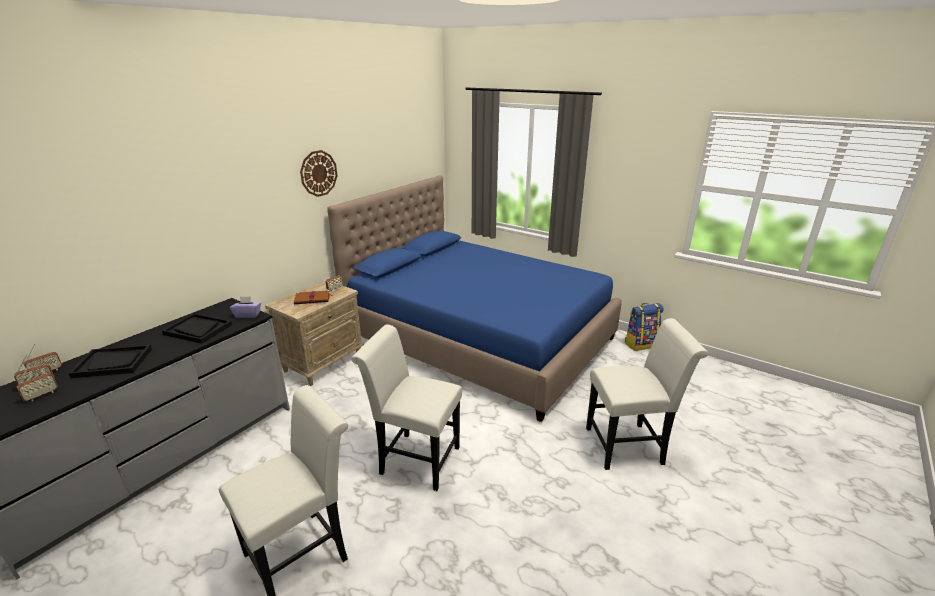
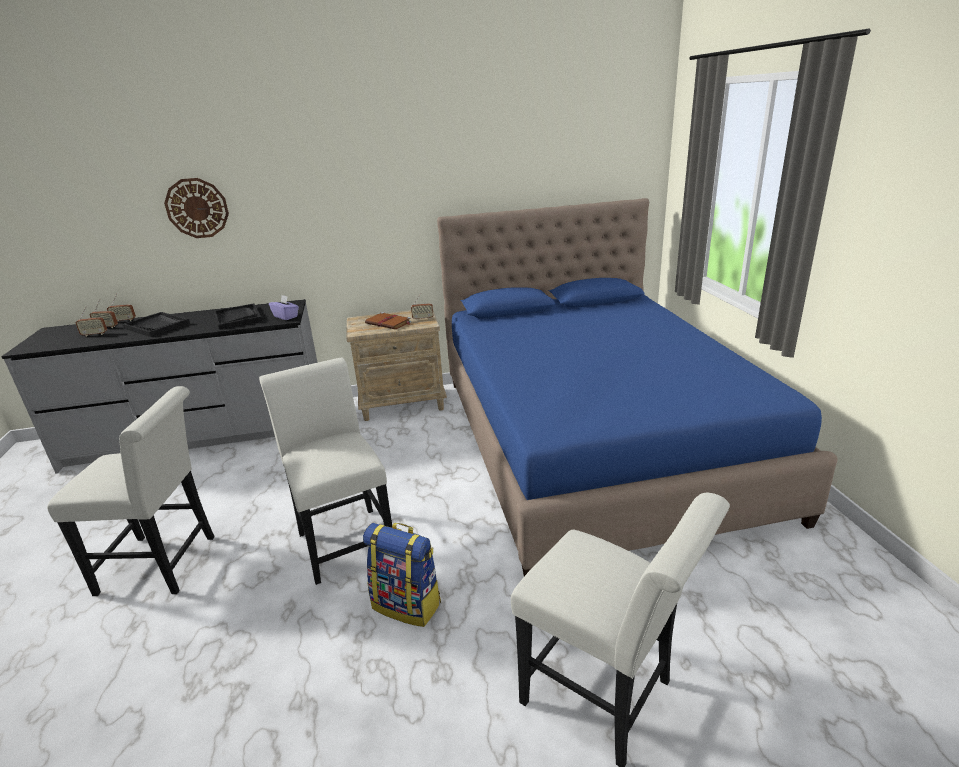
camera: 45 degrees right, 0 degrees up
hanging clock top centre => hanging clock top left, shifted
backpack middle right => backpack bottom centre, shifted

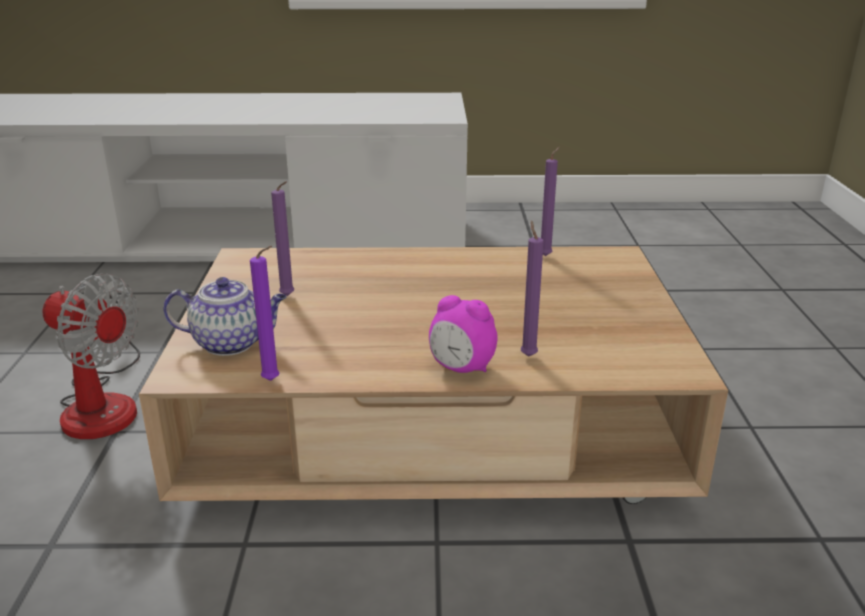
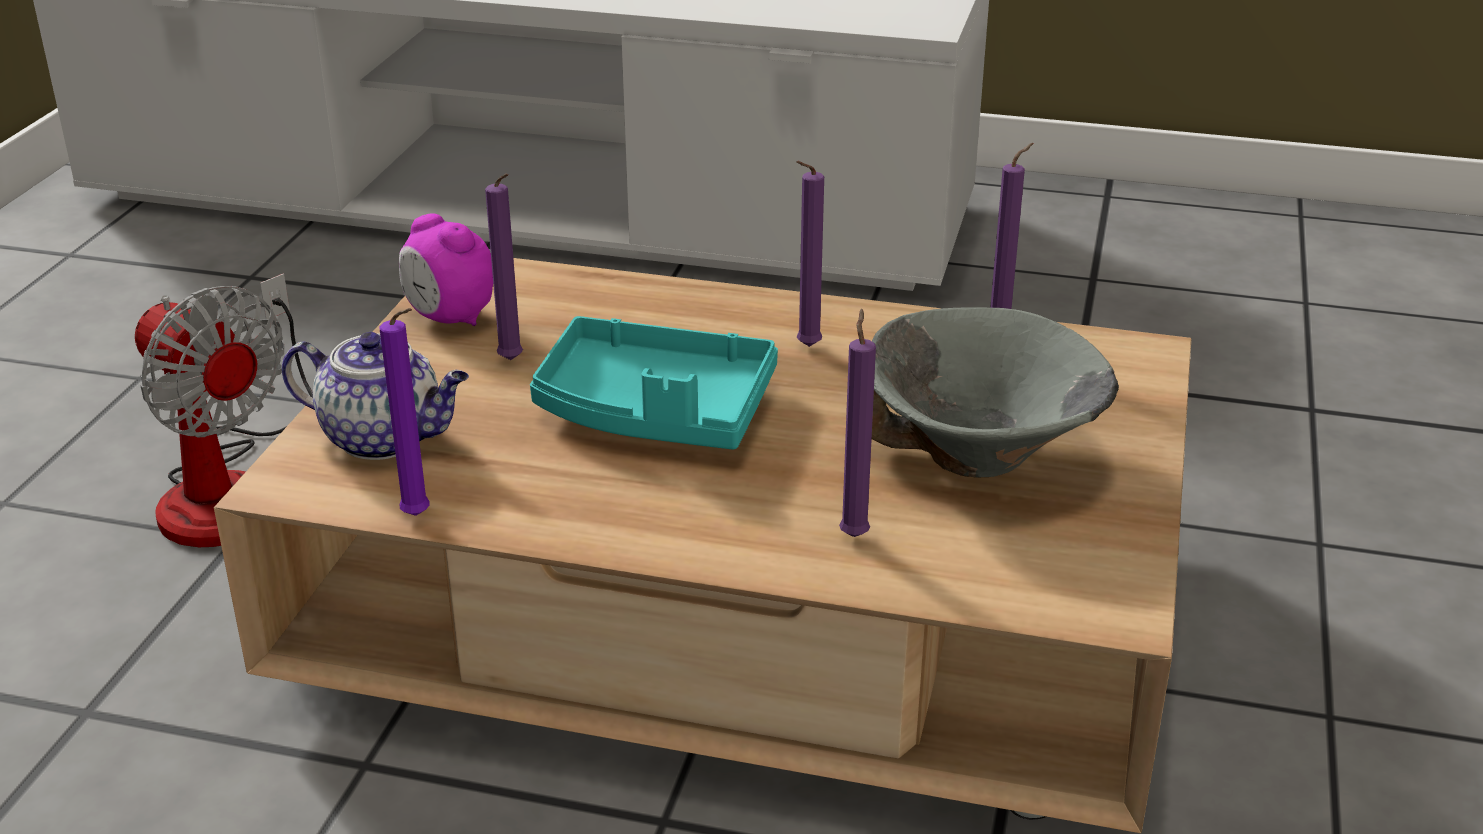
camera: 15 degrees right, 5 degrees up
nothing => blue-green serving tray centre
nothing => purplish candle (no. 3 from left) top centre
nothing => grey deep dish middle right
bedside clock centre => bedside clock top left, shifted

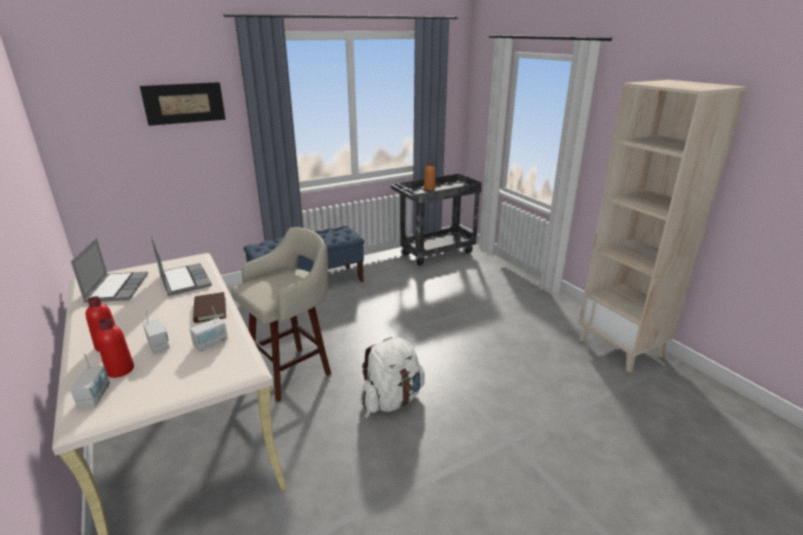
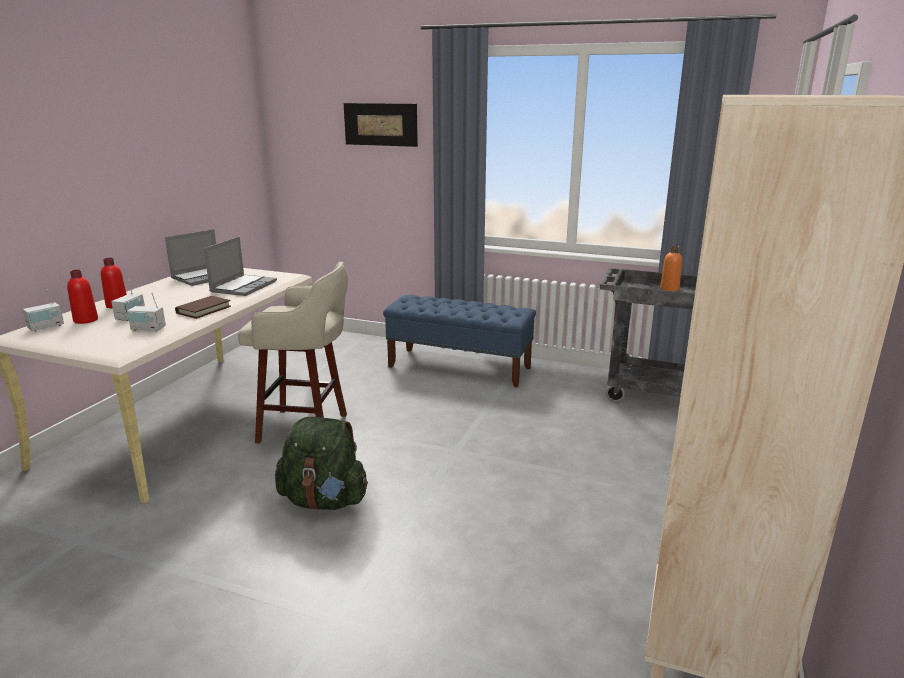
camera: 50 degrees right, 5 degrees down
white-coloured backpack bottom centre => greenish backpack bottom centre

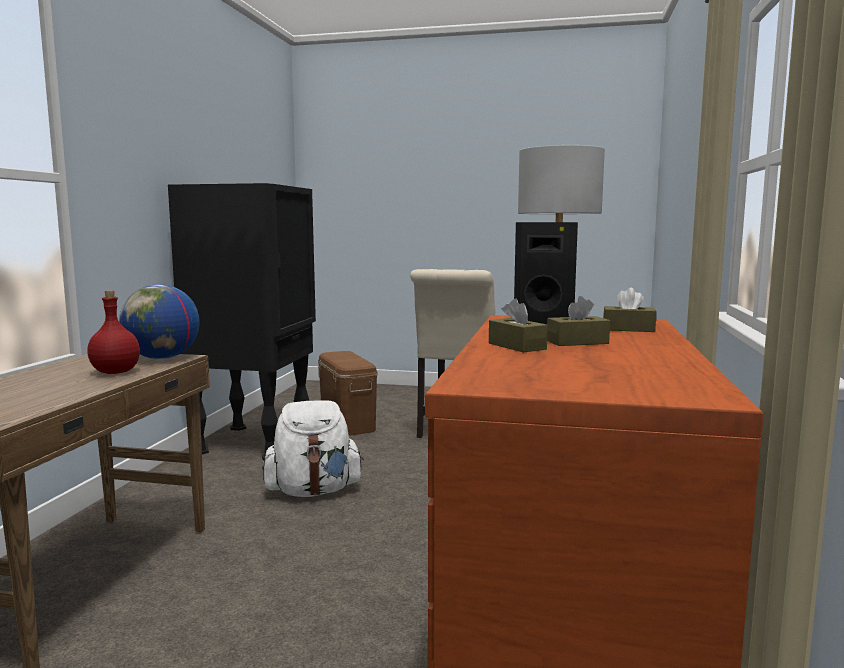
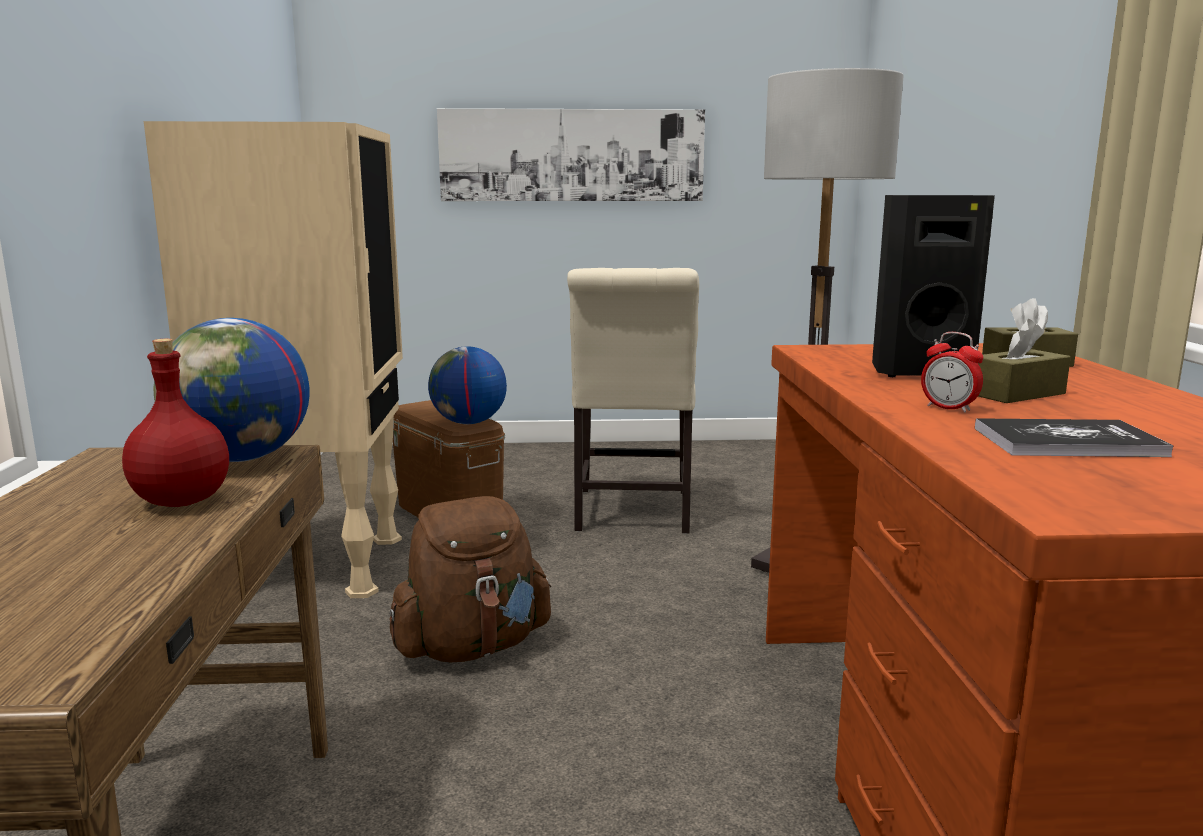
camera: 15 degrees left, 5 degrees up
nothing => world globe (no. 2 from left) centre
nothing => picture top centre
nothing => book middle right
brownish tissue box (no. 1 from left) centre => bedside clock middle right
black cupboard middle left => beige-coloured cupboard middle left
white-coloured backpack bottom centre => brownish backpack bottom centre

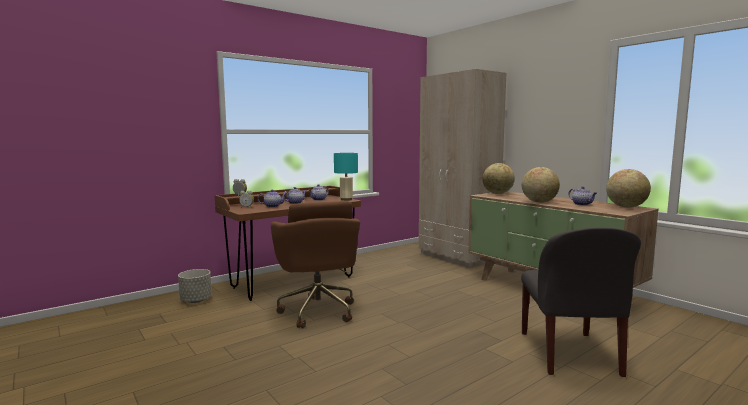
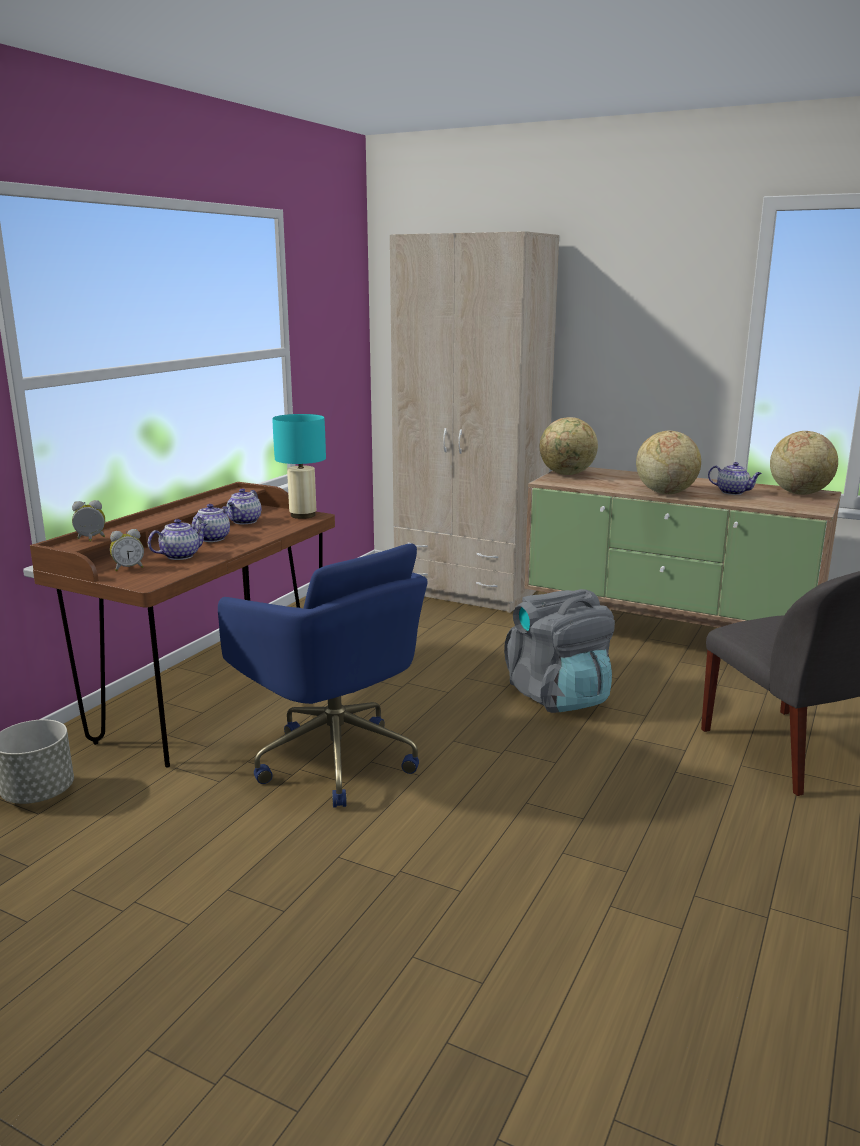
camera: 25 degrees left, 10 degrees up
nothing => grey backpack centre
brownish desk chair centre => blue desk chair centre

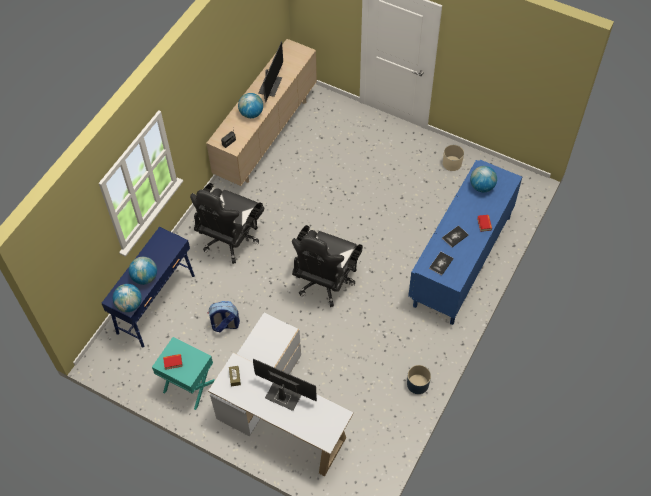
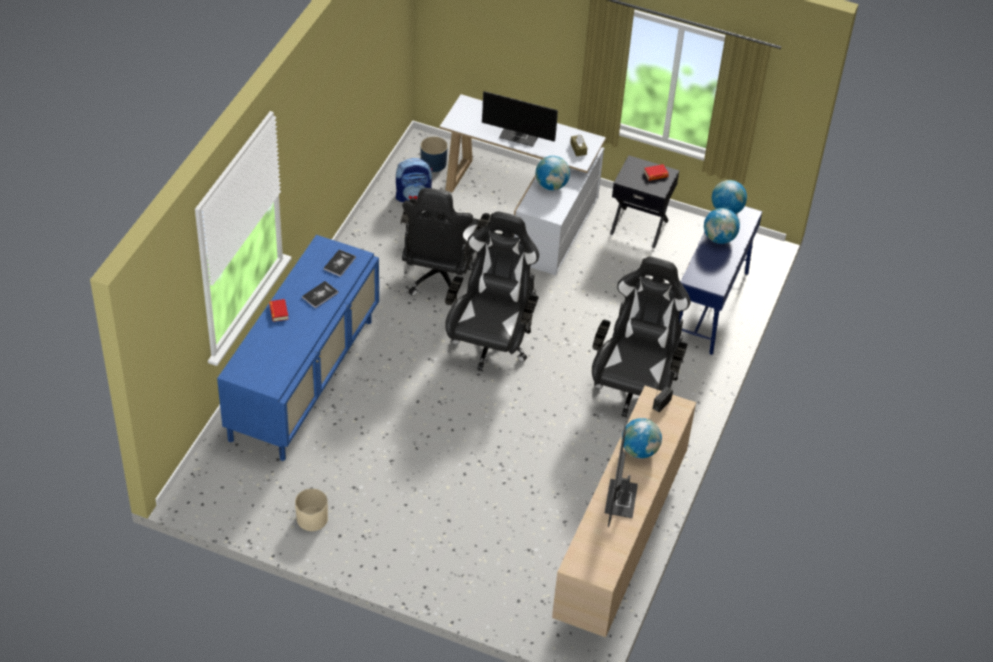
camera: 170 degrees right, 10 degrees down
nothing => black desk chair (no. 1 from left) centre
backpack centre => backpack top centre, shifted
blue plant pot bottom centre => blue plant pot top centre, shifted
world globe (no. 4 from left in the first image) middle right => world globe (no. 1 from left) top centre, shifted
blue-green night table bottom left => black night table top centre

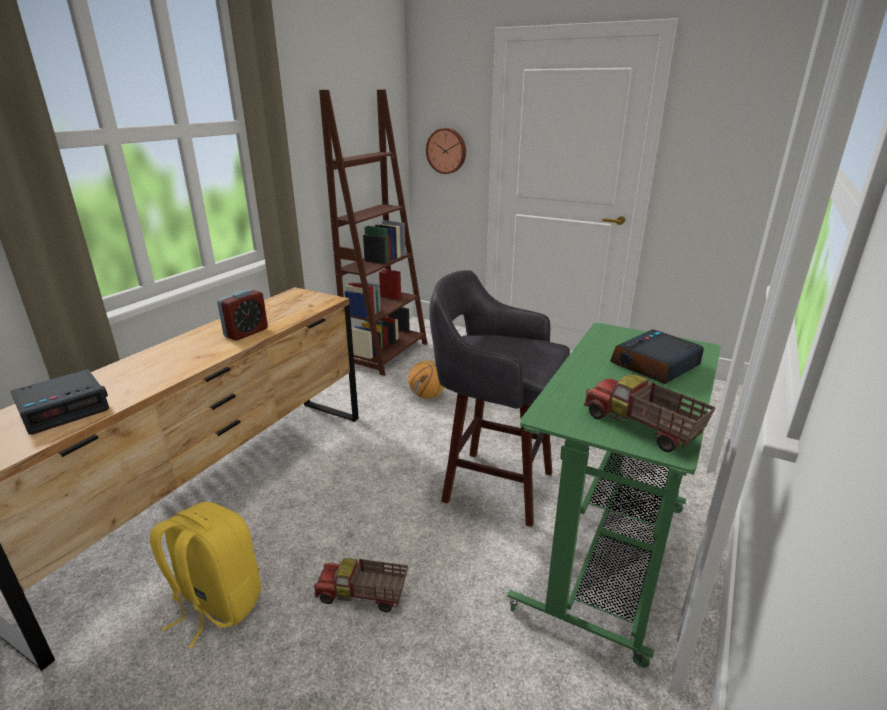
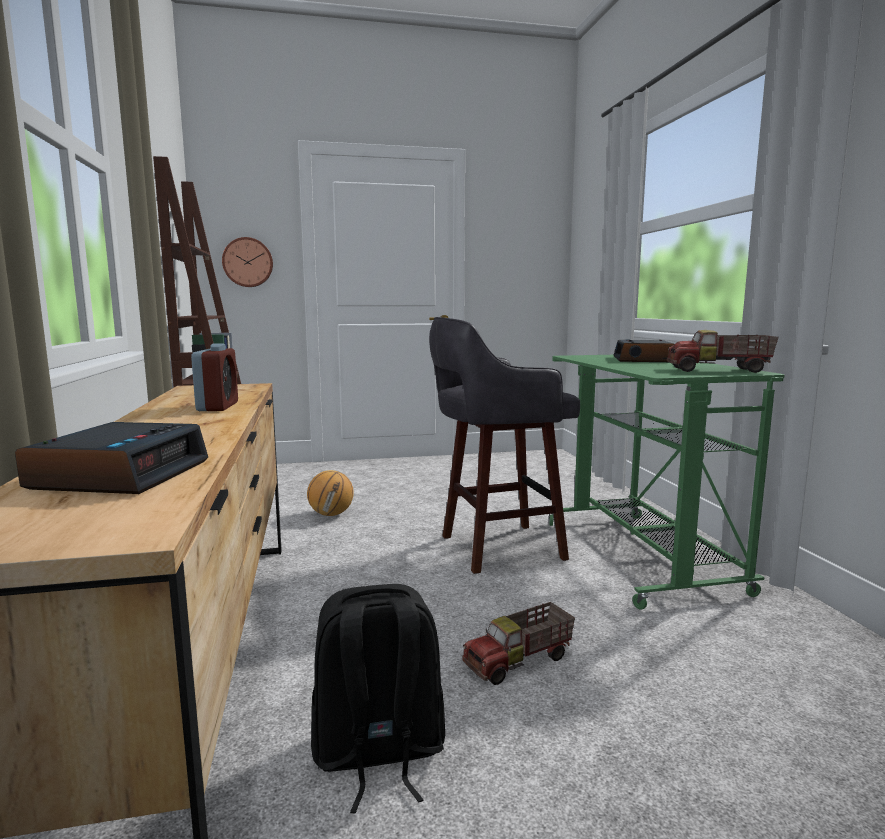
camera: 40 degrees left, 15 degrees down
yellow backpack bottom left => black backpack bottom centre

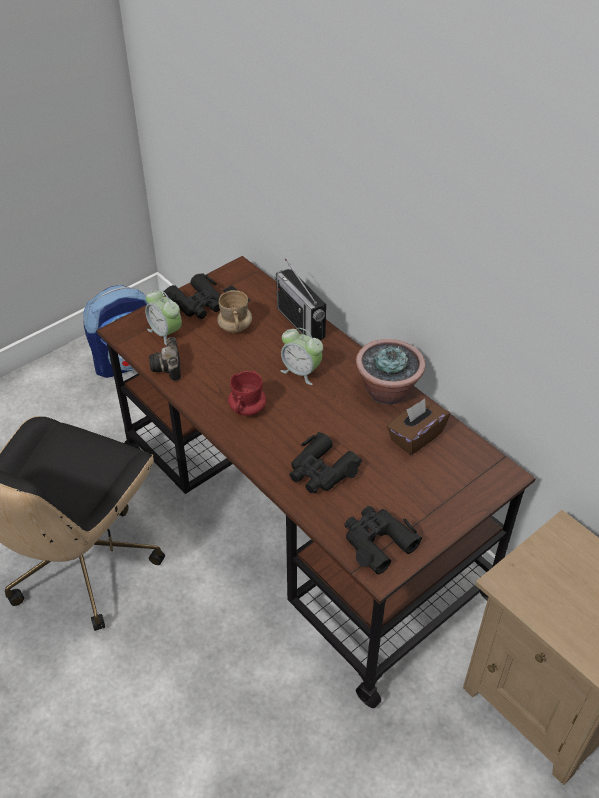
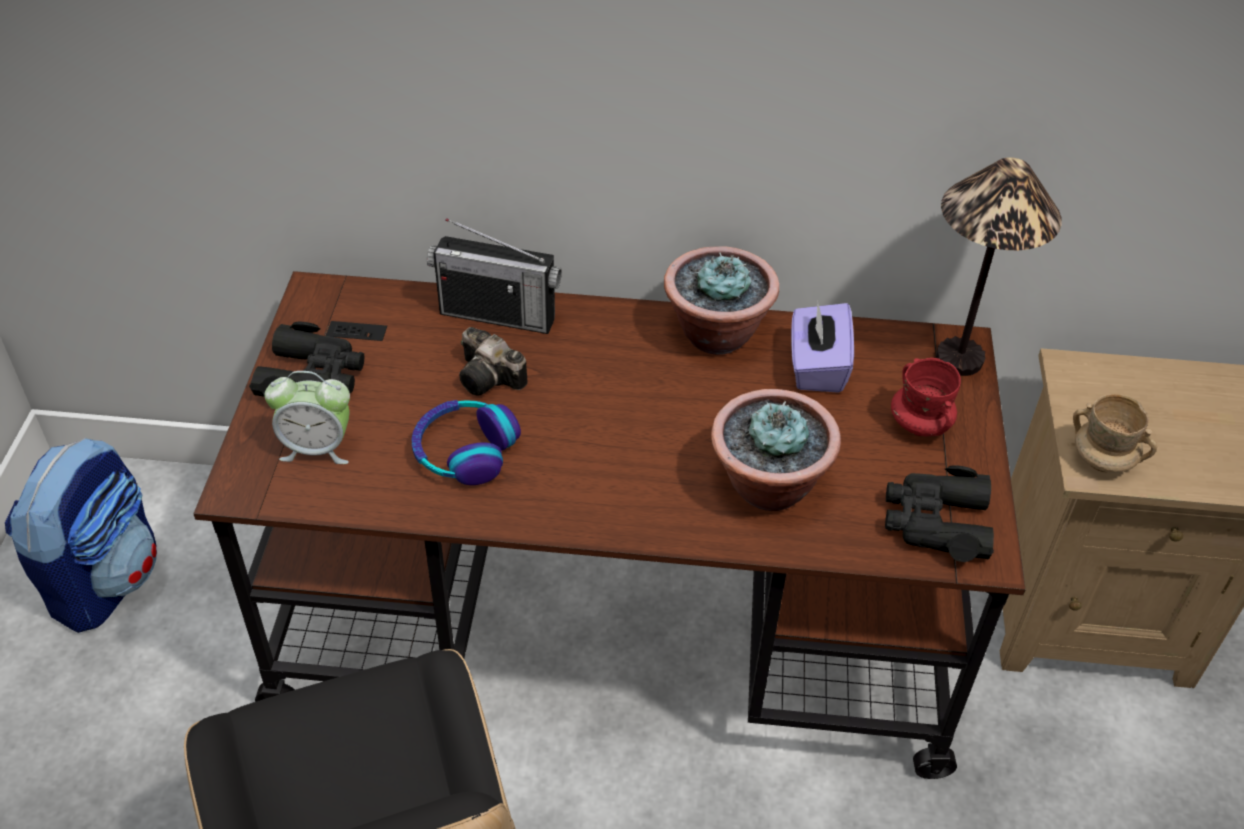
camera: 45 degrees left, 0 degrees up
bedside clock (no. 2 from left) centre => nothing
nothing => headset centre
nothing => lamp for a table top right
still camera middle left => still camera centre, shifted
beige-coloured coffee mug centre => beige-coloured coffee mug middle right, shifted
red coffee mug centre => red coffee mug middle right, shifted
black field glasses (no. 2 from left) centre => houseplant (no. 2 from left) centre
brownish tissue box middle right => purplish tissue box centre

